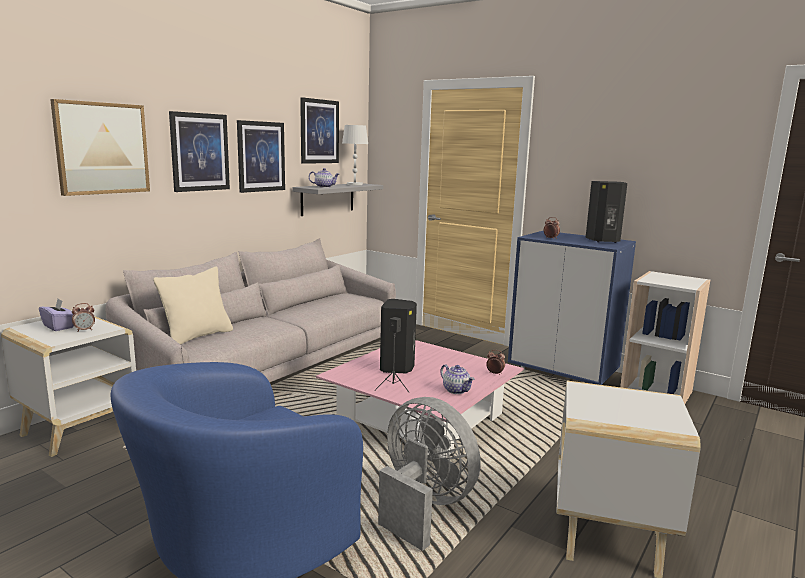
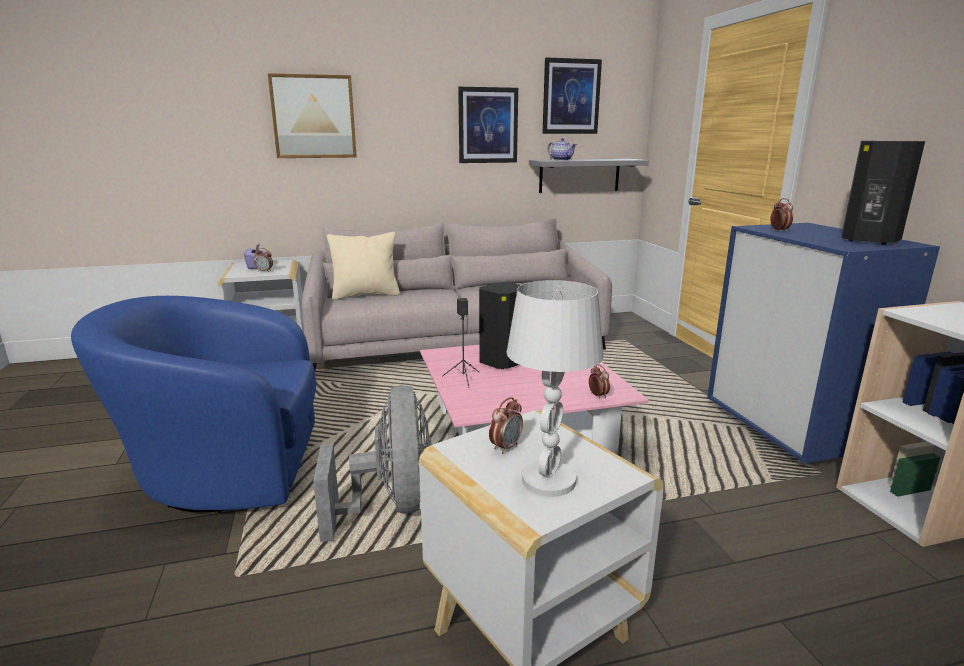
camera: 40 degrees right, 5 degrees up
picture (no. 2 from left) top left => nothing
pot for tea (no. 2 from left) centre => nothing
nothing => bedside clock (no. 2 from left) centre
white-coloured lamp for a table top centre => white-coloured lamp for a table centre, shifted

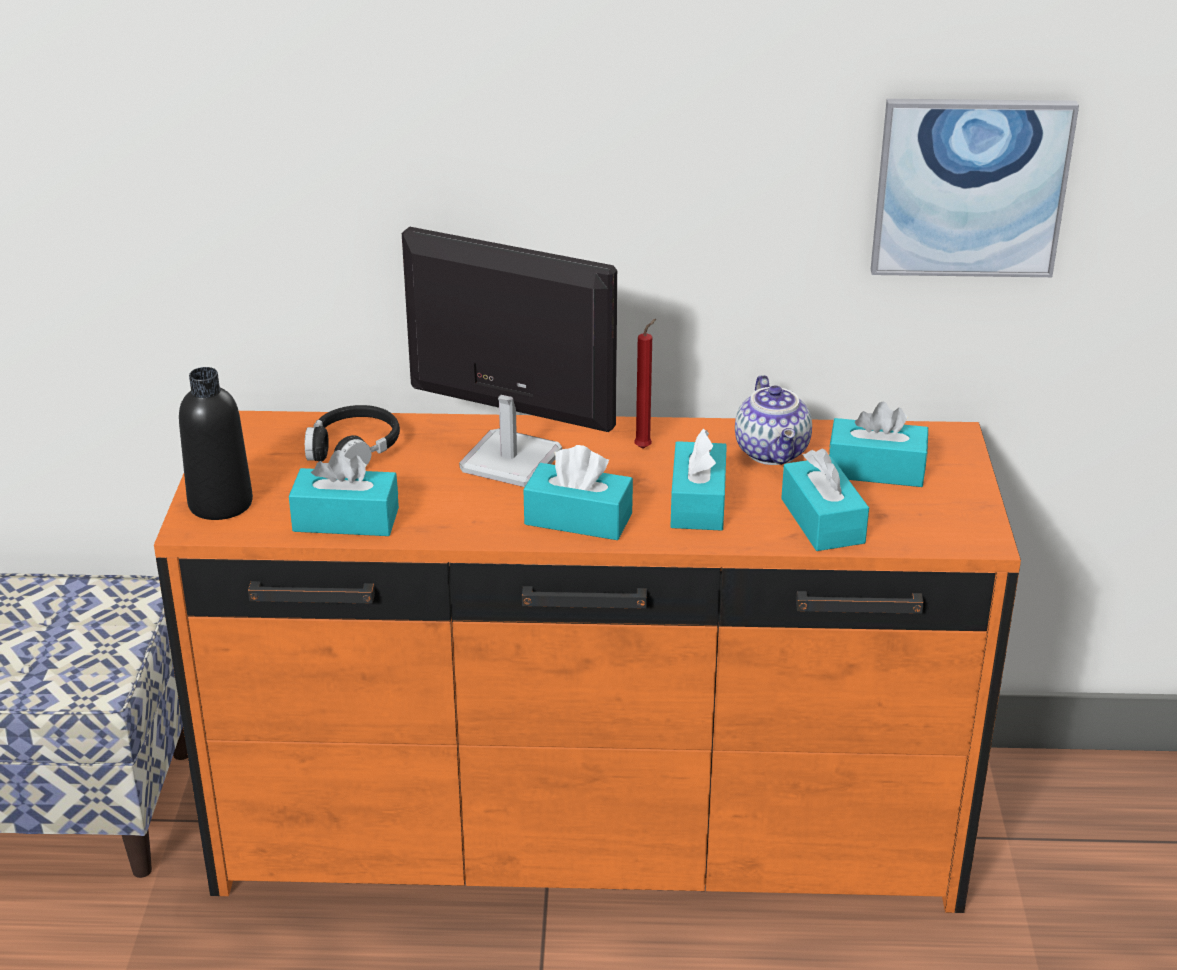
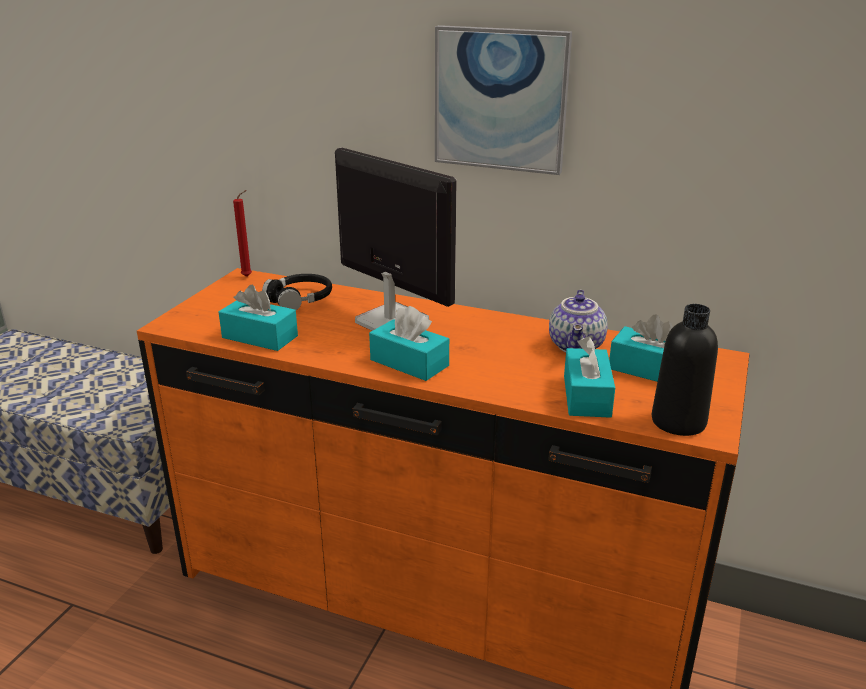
camera: 20 degrees right, 5 degrees down
blue-green tissue box (no. 3 from left) centre => nothing
black beverage bottle middle left => black beverage bottle middle right, shifted
red candle centre => red candle middle left, shifted
picture top right => picture top centre, shifted

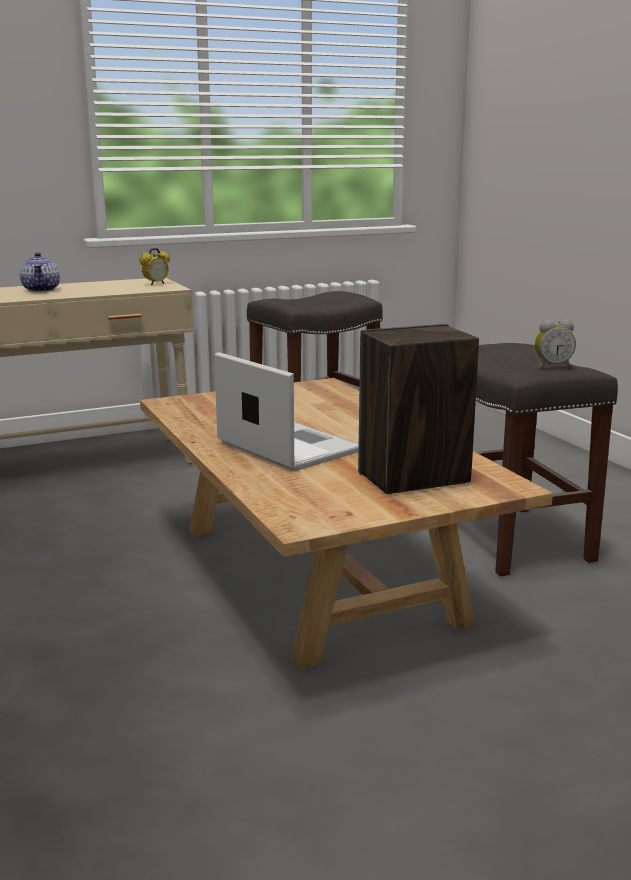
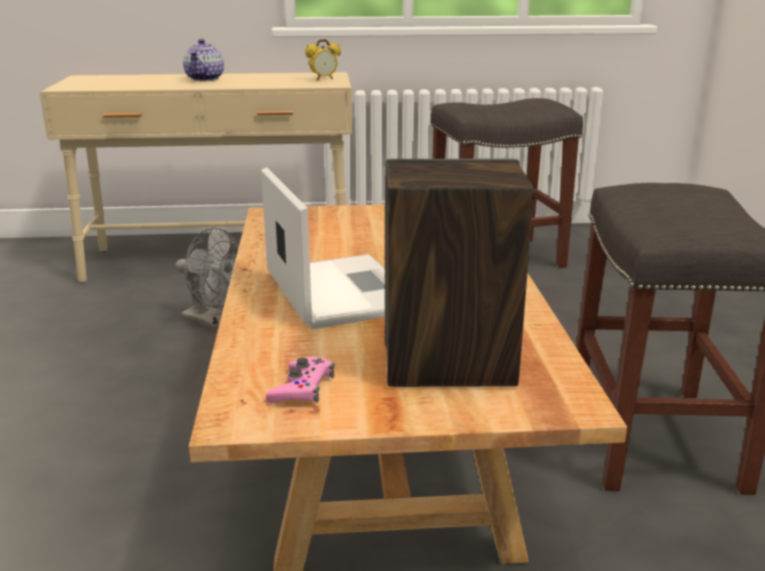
camera: 20 degrees right, 5 degrees up
bedside clock (no. 2 from left) middle right => nothing
nothing => grey cooling fan middle left
nothing => pinkish game controller centre

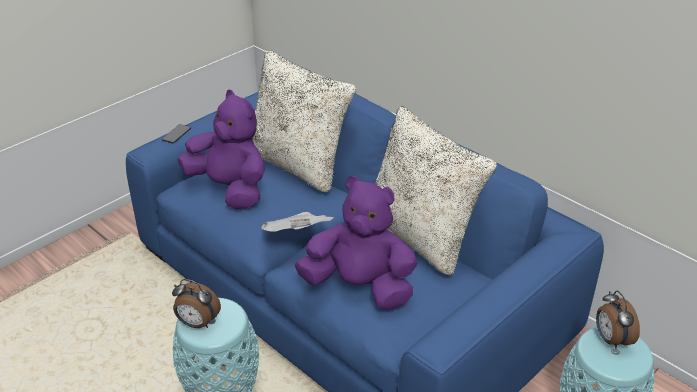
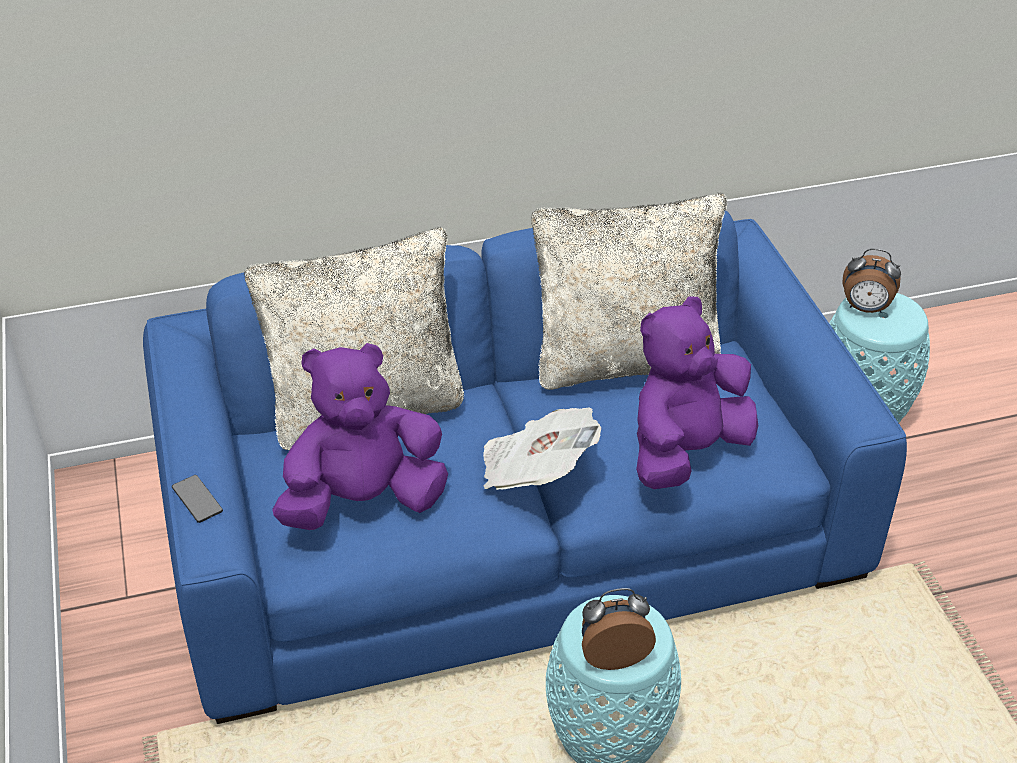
camera: 60 degrees left, 5 degrees up
bedside clock (no. 1 from left) bottom left => bedside clock (no. 1 from left) bottom centre, 150 degrees counterclockwise

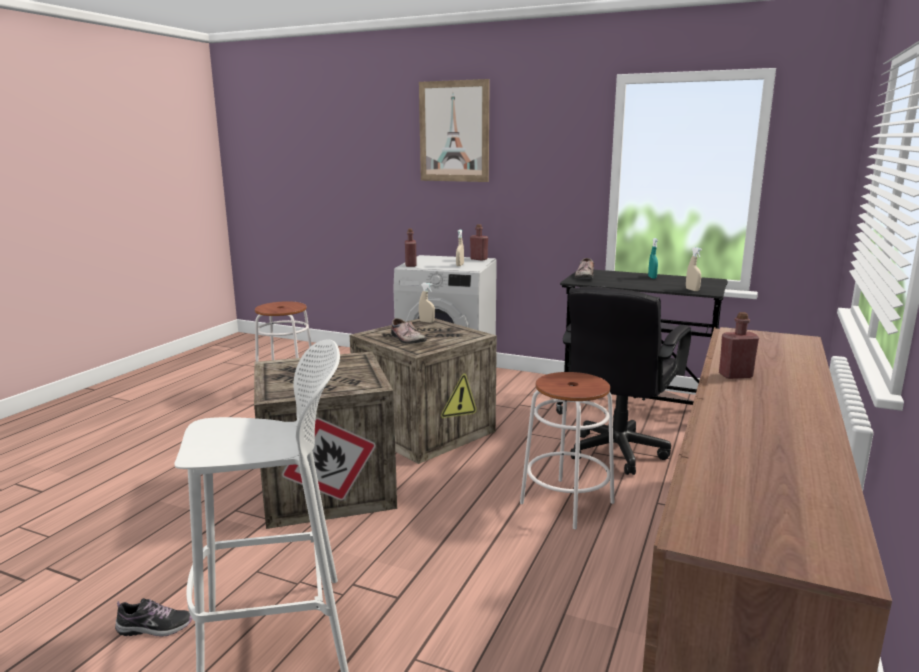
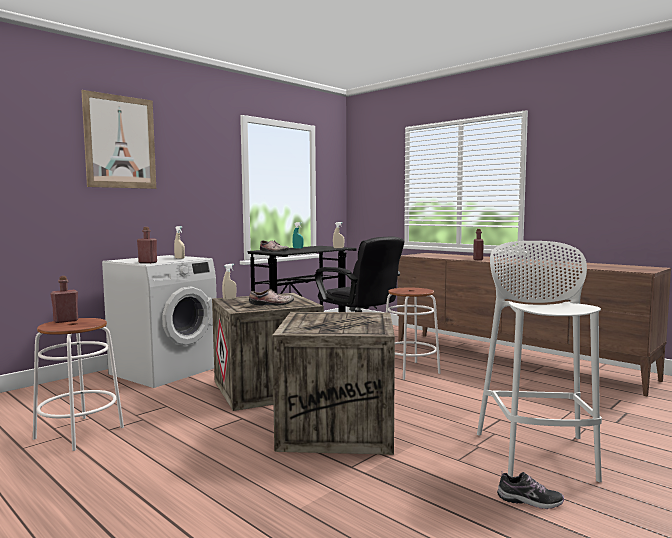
camera: 70 degrees left, 10 degrees down
red beverage bottle (no. 2 from left in the first image) centre => red beverage bottle (no. 1 from left) middle left, shifted
low shoe (no. 1 from left in the first image) bottom left => low shoe (no. 3 from left) bottom right, 90 degrees clockwise

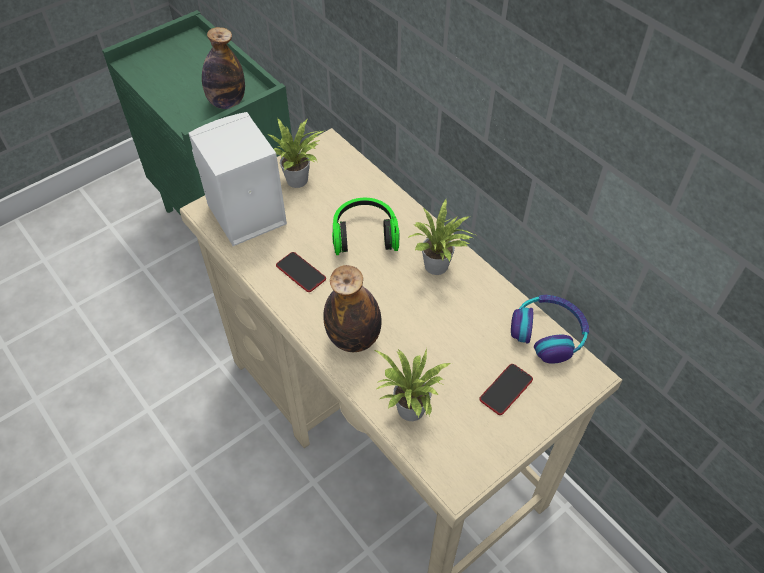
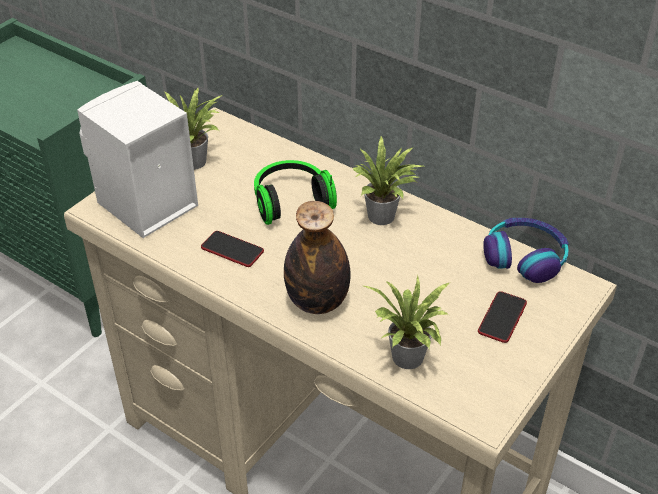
camera: 15 degrees left, 10 degrees down
beverage bottle (no. 1 from left) top left => nothing

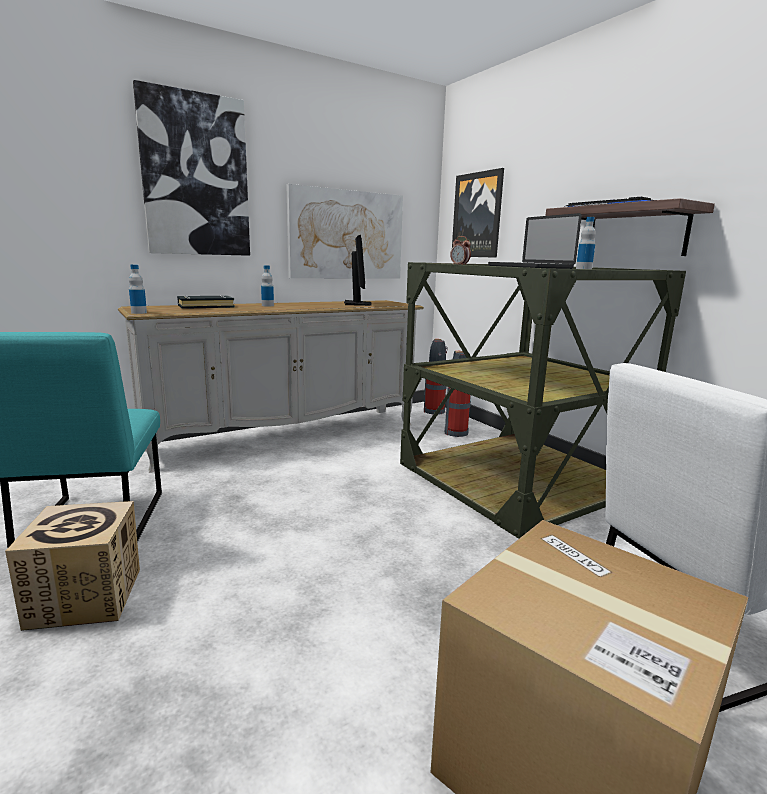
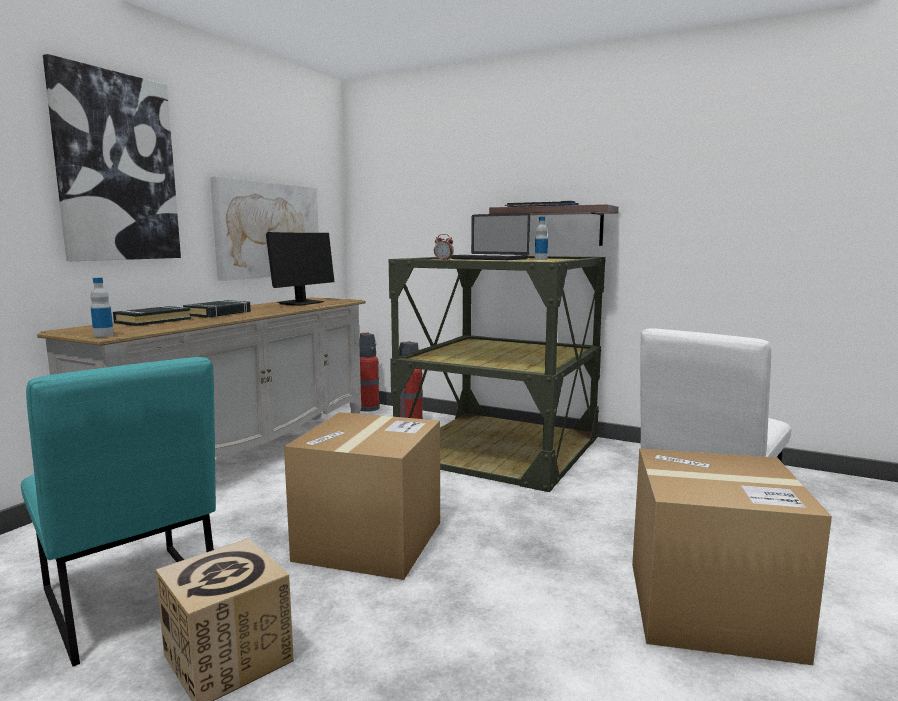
camera: 30 degrees left, 5 degrees down
picture (no. 3 from left) top centre => nothing
nothing => cardboard box (no. 2 from left) bottom centre
beverage bottle (no. 2 from left) centre => black book (no. 2 from left) middle left
computer display centre, 60 degrees clockwise

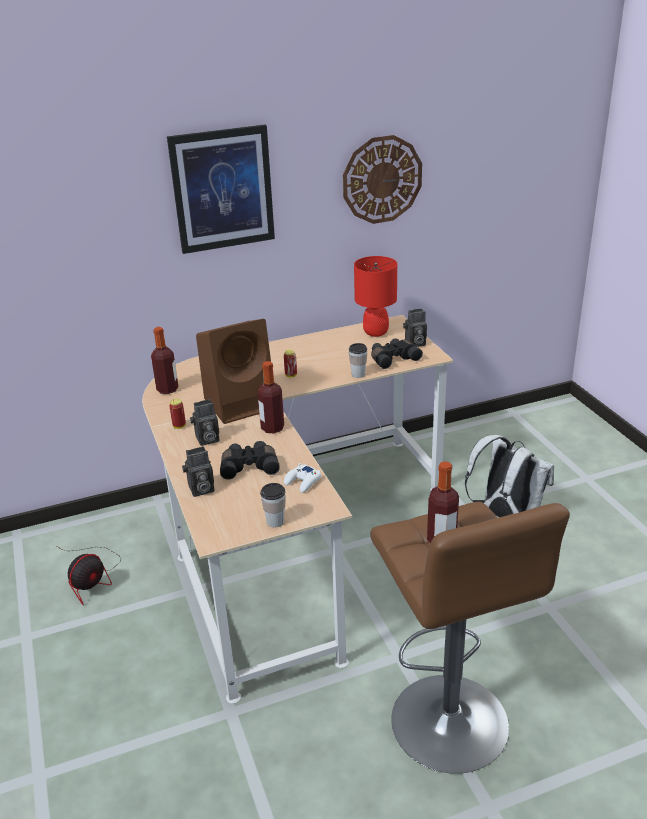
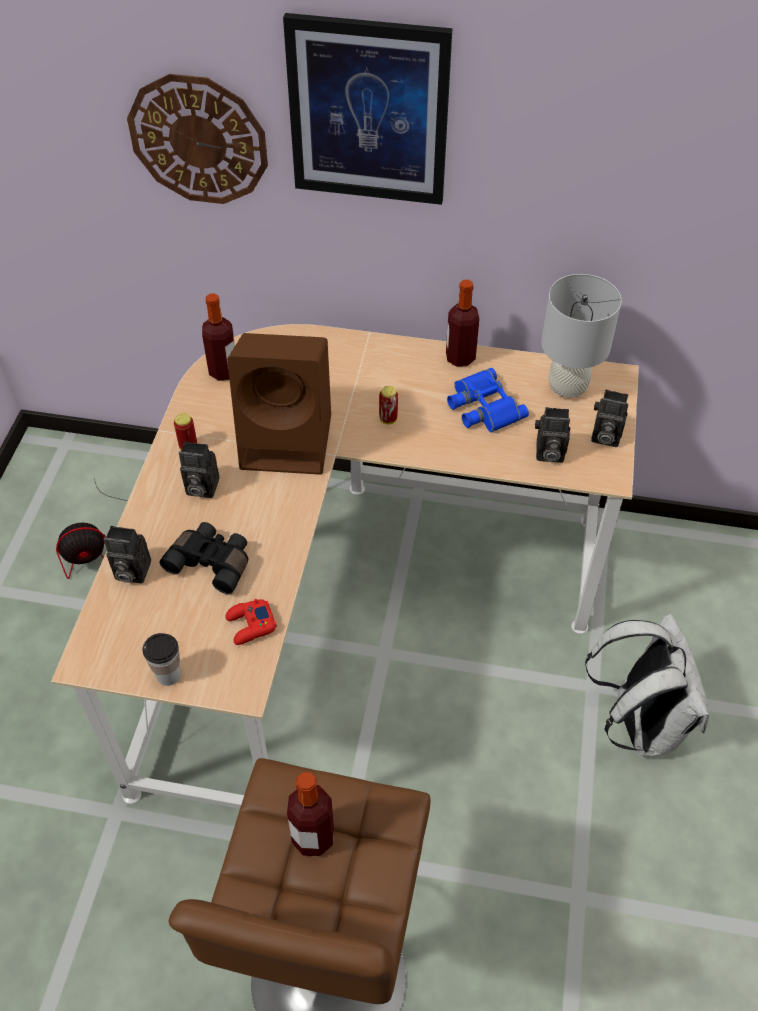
camera: 30 degrees right, 20 degrees up
small cup (no. 2 from left) centre => nothing
nothing => blue field glasses centre
beverage bottle (no. 2 from left in the first image) centre => beverage bottle (no. 3 from left) top centre, shifted
hanging clock top centre => hanging clock top left, shifted
black field glasses (no. 2 from left) centre => still camera (no. 3 from left) middle right
white-coloured game controller centre => red game controller middle left
red lamp for a table centre => grey lamp for a table top right

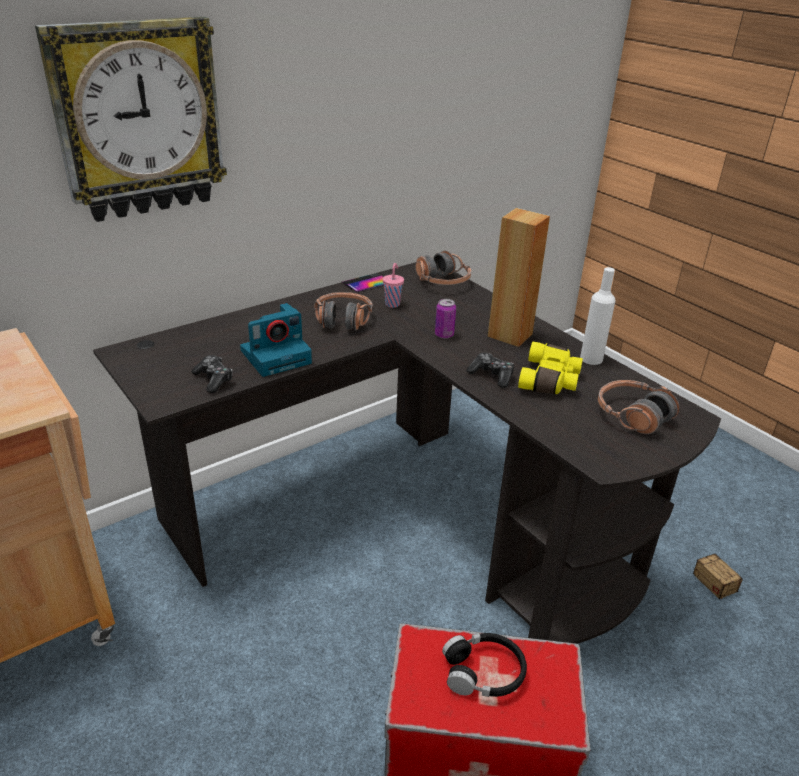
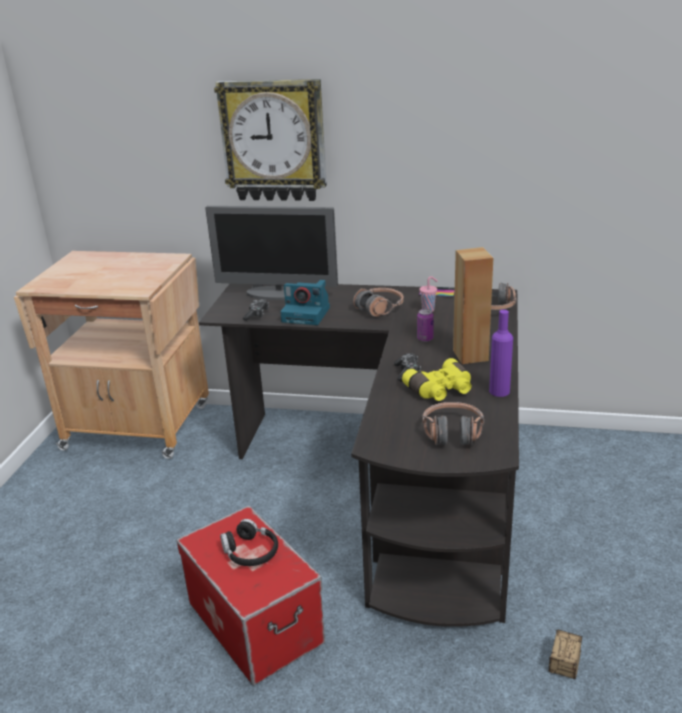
camera: 50 degrees right, 5 degrees down
nothing => computer display centre
white-coloured beverage bottle middle right => purplish beverage bottle middle right

